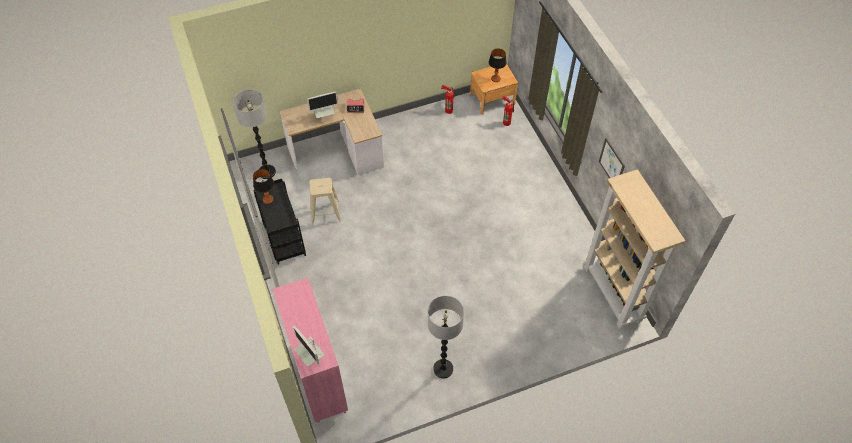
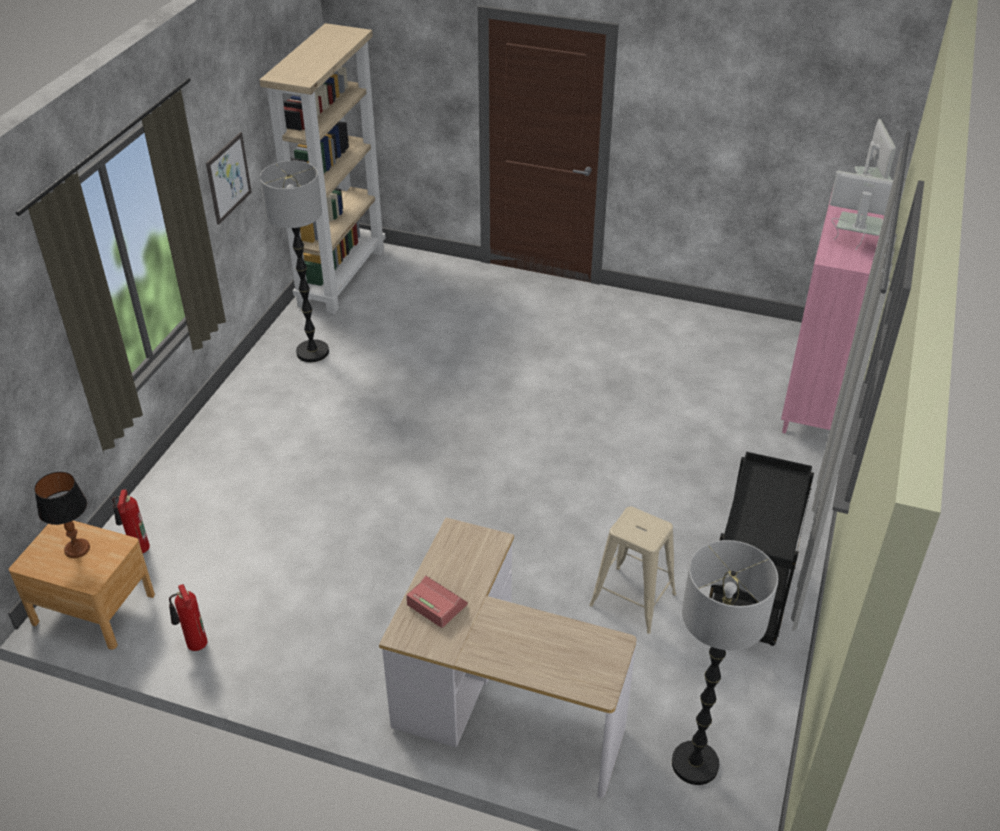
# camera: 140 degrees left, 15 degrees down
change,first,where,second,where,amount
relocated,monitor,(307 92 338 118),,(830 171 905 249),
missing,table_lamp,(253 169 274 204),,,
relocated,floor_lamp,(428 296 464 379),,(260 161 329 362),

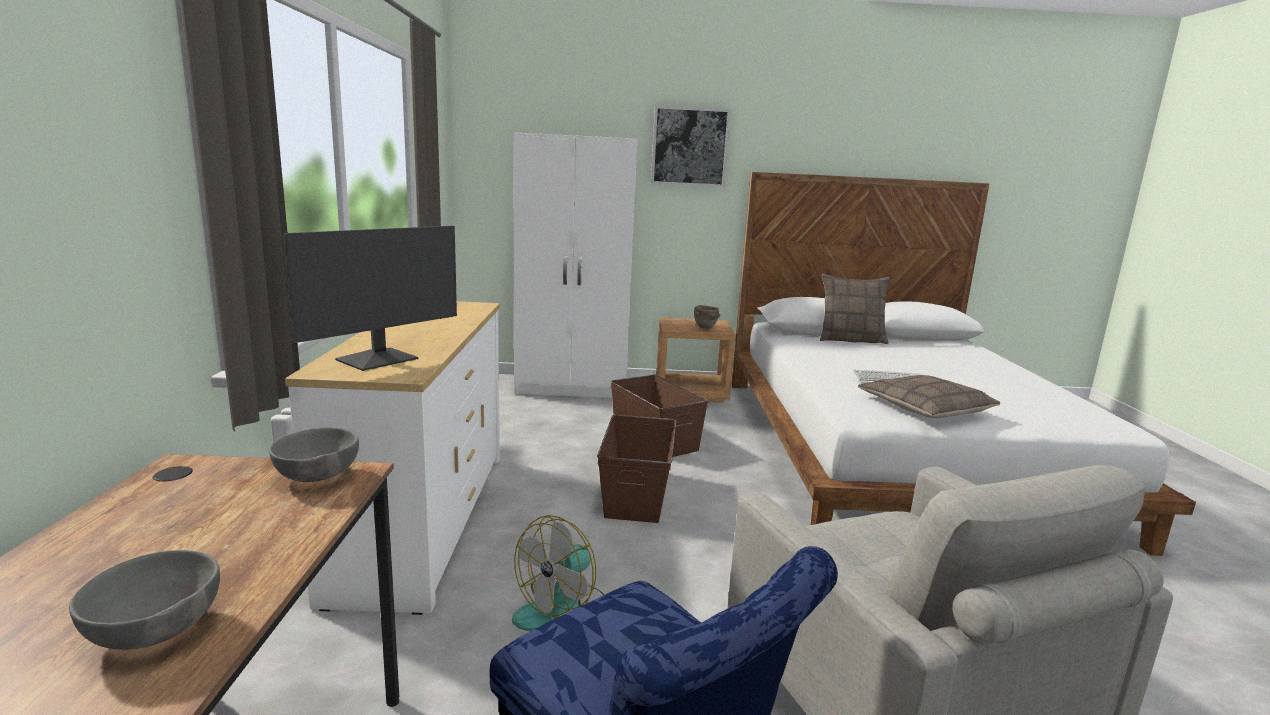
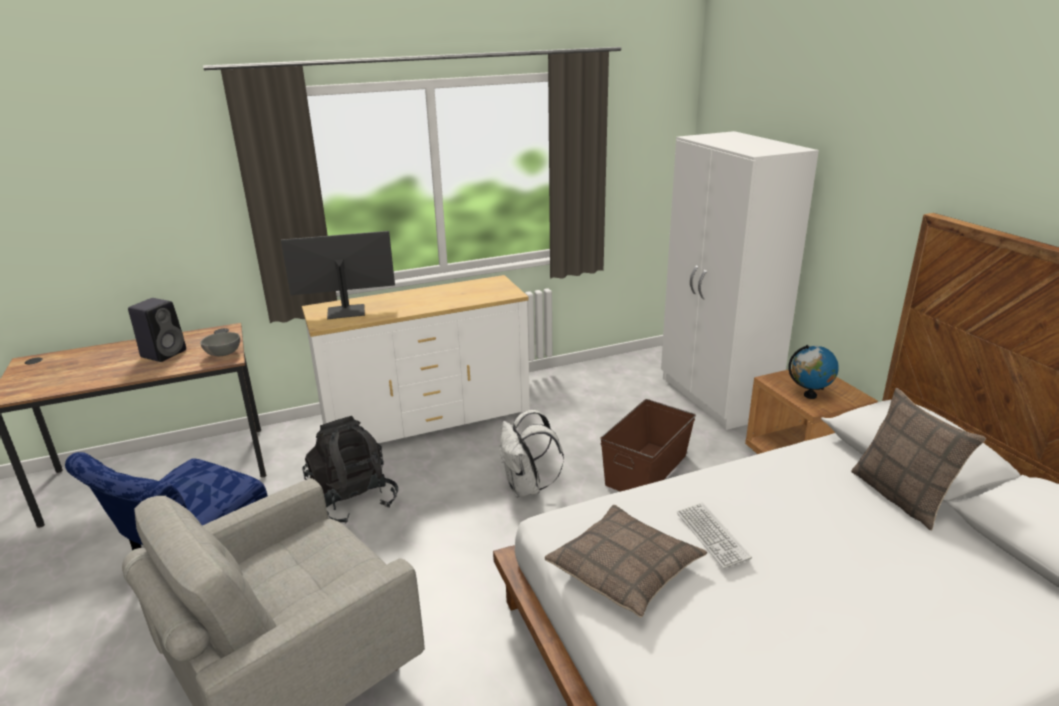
# camera: 70 degrees right, 10 degrees up
change,first,where,second,where,amount
missing,picture,(651 105 731 187),,,
spun,monitor,(283 226 457 371),,(281 231 395 319),150 degrees clockwise
exchanged,brown_bowl,(694 305 721 329),globe,(788 345 839 399),
exchanged,brown_storage_box,(597 415 676 523),white_backpack,(500 410 564 498),
exchanged,fan,(512 515 604 631),black_backpack,(302 416 398 524),
missing,grey_bowl,(69 550 220 650),,,
appeared,,,black_speaker,(128 298 186 362),

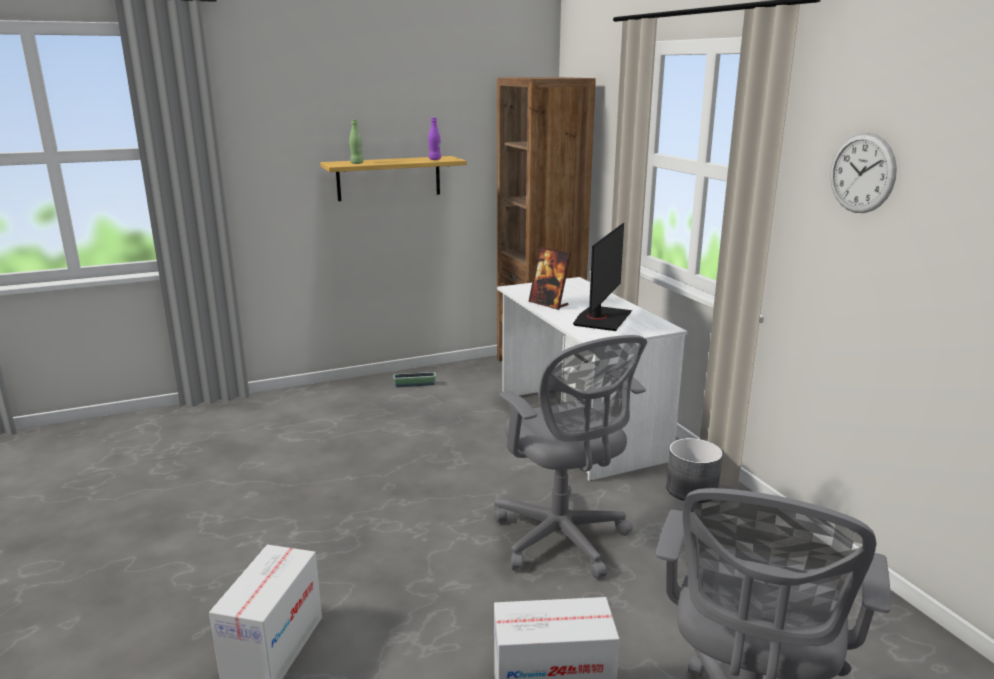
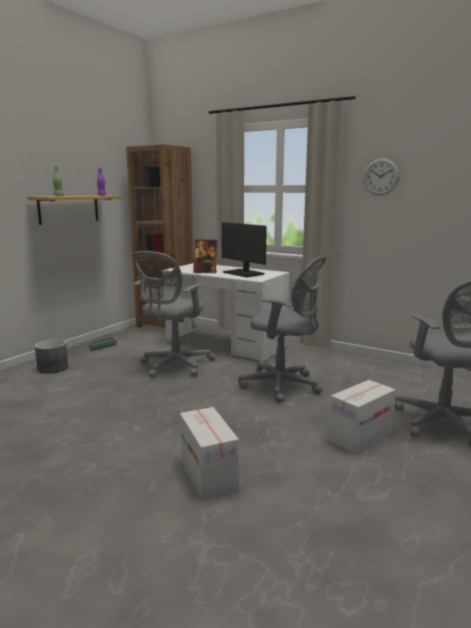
# camera: 35 degrees left, 5 degrees down
change,first,where,second,where,amount
spun,monitor,(573 223 632 331),,(222 222 267 277),150 degrees clockwise
relocated,grey_planter,(666 438 723 503),,(35 339 68 374),
appeared,,,grey_office_chair,(132 251 216 378),

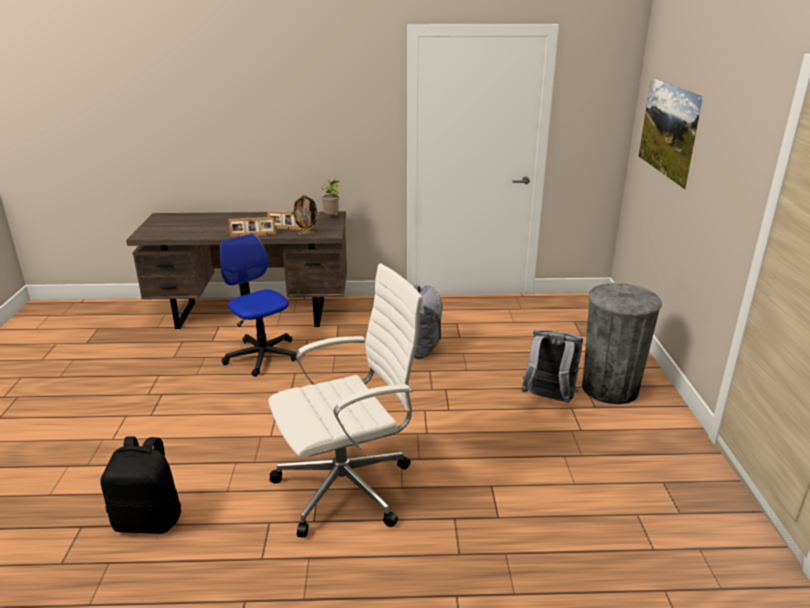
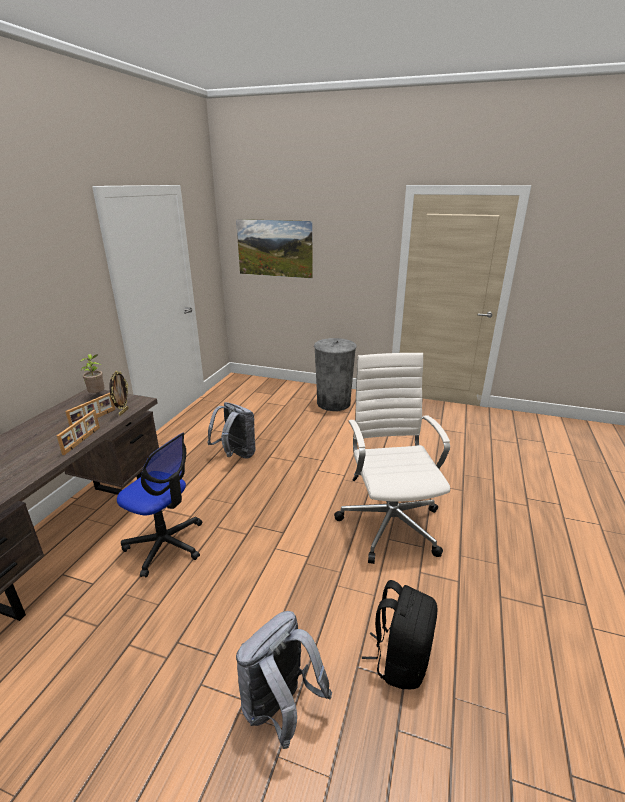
# camera: 70 degrees left, 0 degrees up
change,first,where,second,where,amount
spun,office_chair,(220 234 297 377),,(117 433 202 578),135 degrees counterclockwise
relocated,grey_backpack,(521 330 583 403),,(236 611 332 749),

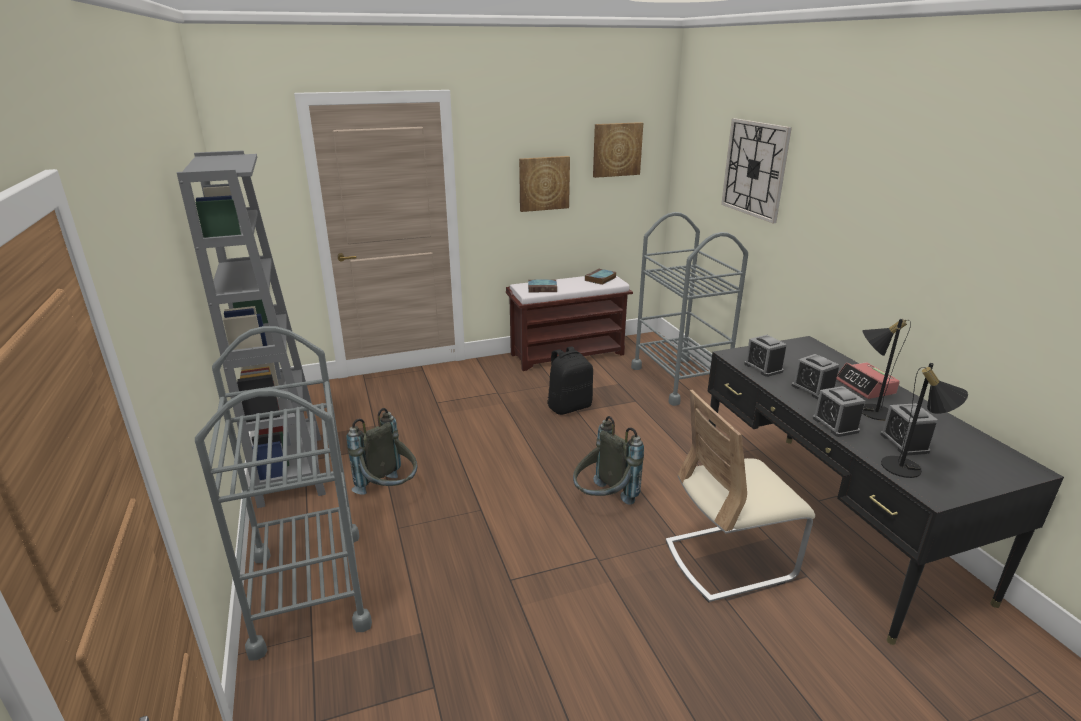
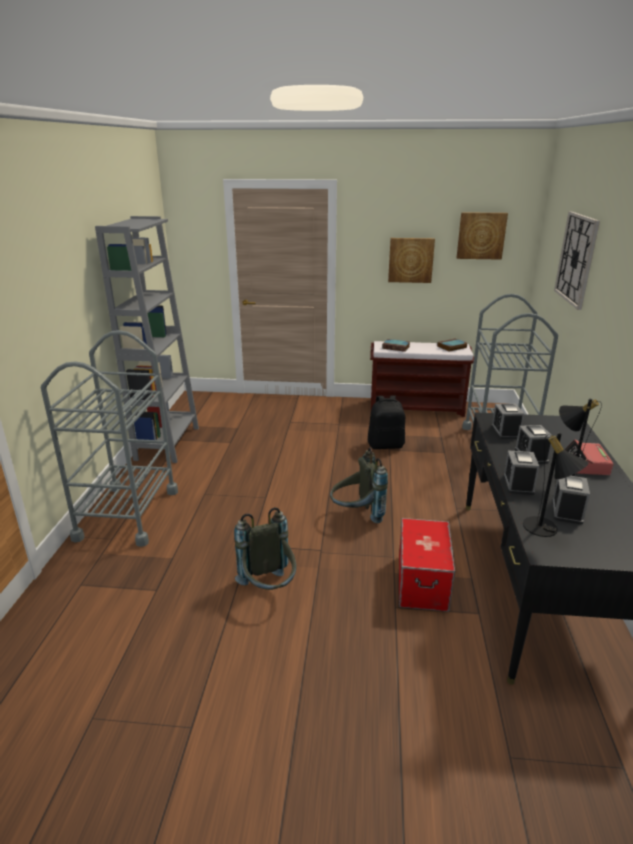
# camera: 25 degrees right, 0 degrees up
change,first,where,second,where,amount
exchanged,beige_chair,(666 390 815 602),storage_box,(399 518 455 612),
relocated,grey_backpack,(346 408 418 495),,(234 507 296 590),

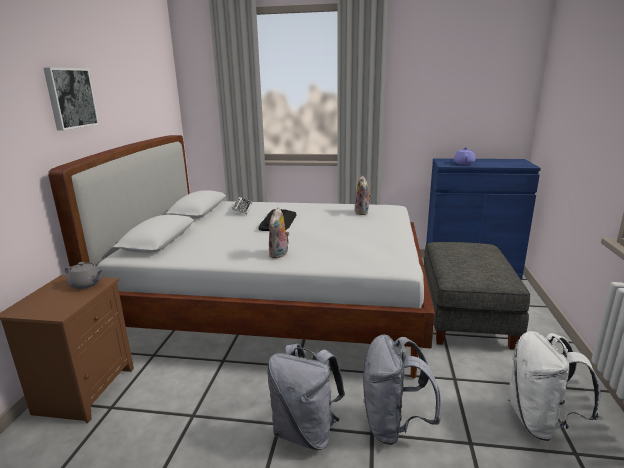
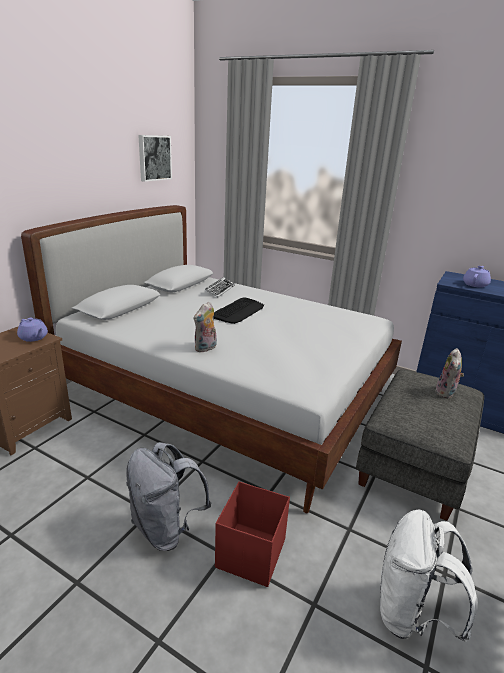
# camera: 20 degrees right, 5 degrees up
change,first,where,second,where,amount
relocated,picture,(43 67 99 131),,(138 135 172 182),
relocated,plush_toy,(355 176 372 215),,(435 348 464 398),
colour,grey_teapot,(65 262 103 289),purple_teapot,(17 318 48 342),
exchanged,grey_backpack,(363 334 441 445),red_storage_box,(215 481 290 587),

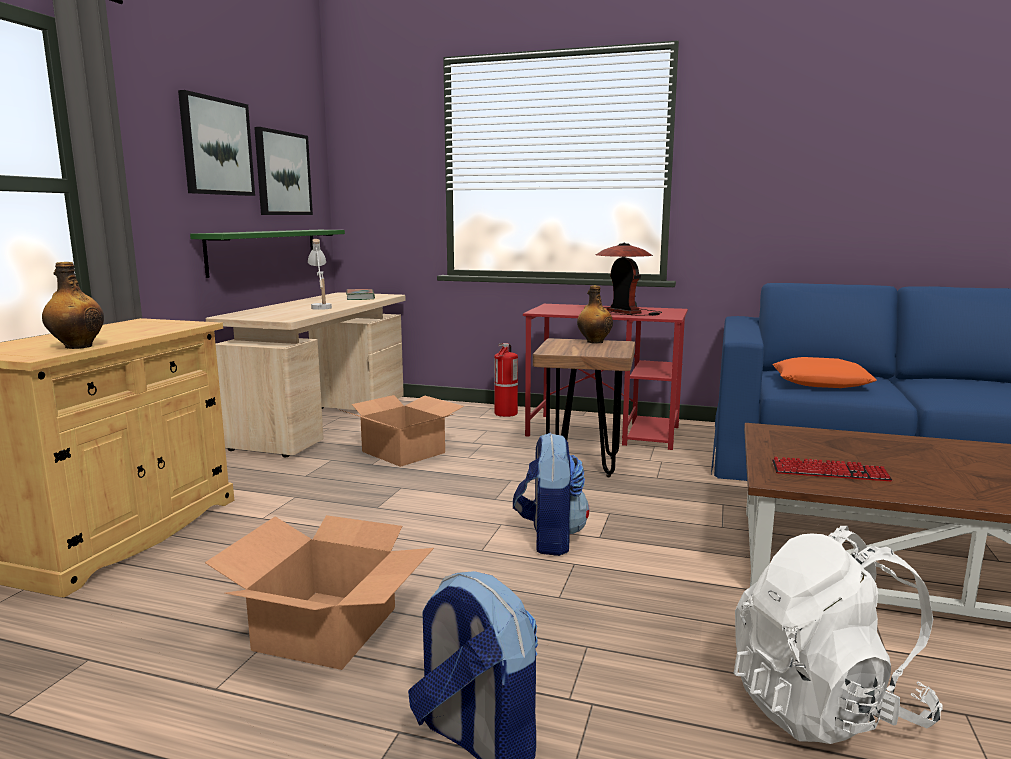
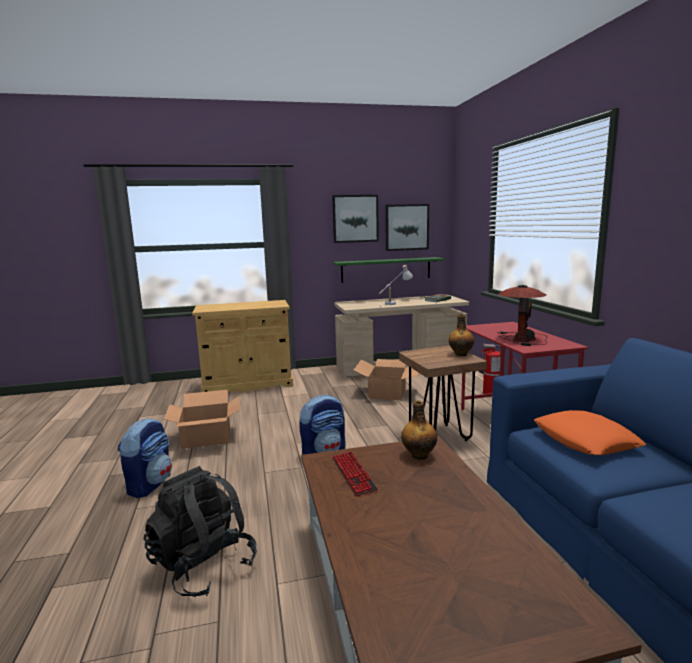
# camera: 60 degrees right, 0 degrees up
change,first,where,second,where,amount
relocated,bottle,(42 262 104 349),,(401 401 437 460),
colour,white_backpack,(734 526 943 744),black_backpack,(144 466 257 597),

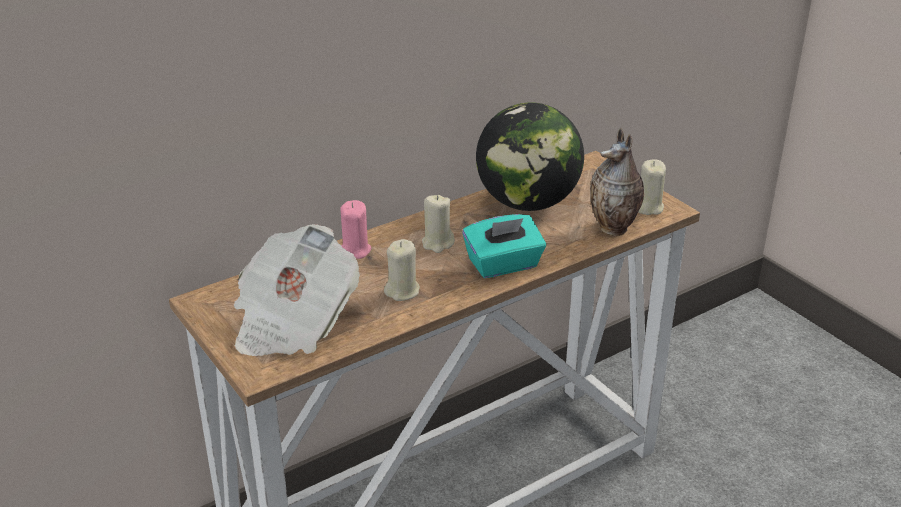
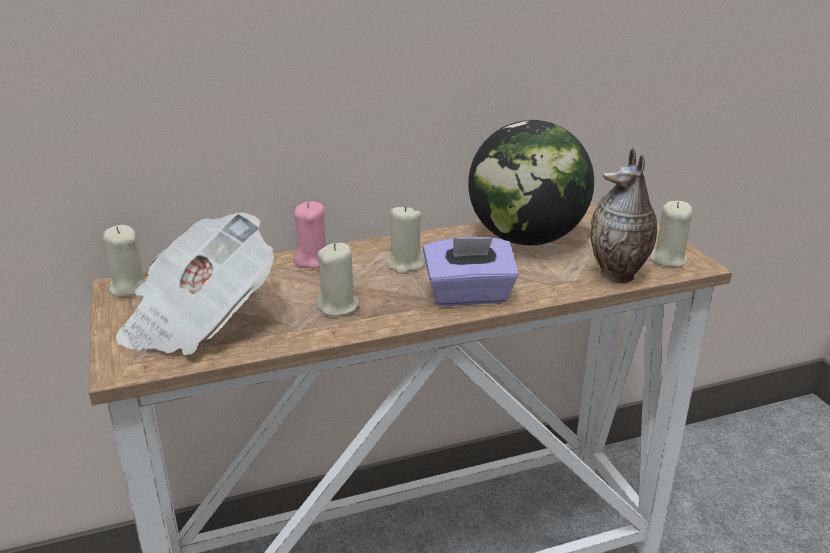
# camera: 15 degrees right, 5 degrees down
change,first,where,second,where,amount
colour,turquoise_tissue_box,(462 214 546 278),purple_tissue_box,(423 237 519 306),
appeared,,,beige_candle,(103 225 147 297),

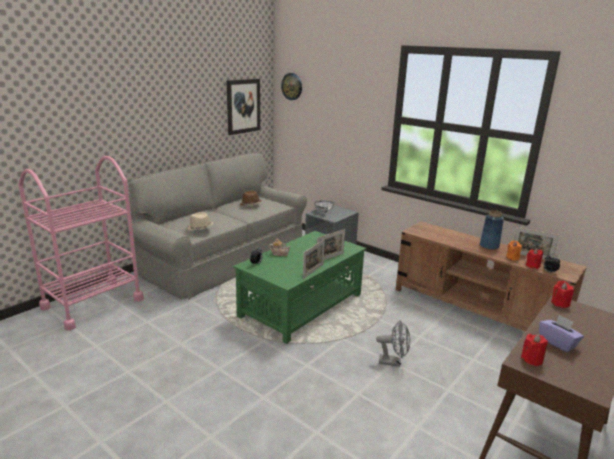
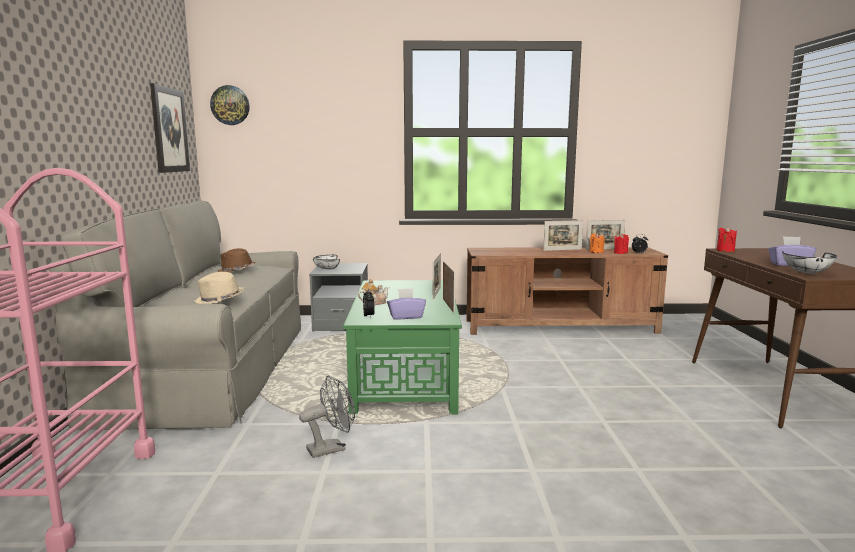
# camera: 40 degrees left, 10 degrees down
change,first,where,second,where,amount
exchanged,blue_vase,(480 210 504 250),picture_frame,(543 220 583 251),
relocated,grey_fan,(376 320 410 367),,(299 376 355 458),
exchanged,red_candle,(521 334 548 366),white_bowl,(782 252 837 274),
appeared,,,purple_tissue_box,(387 288 426 320),

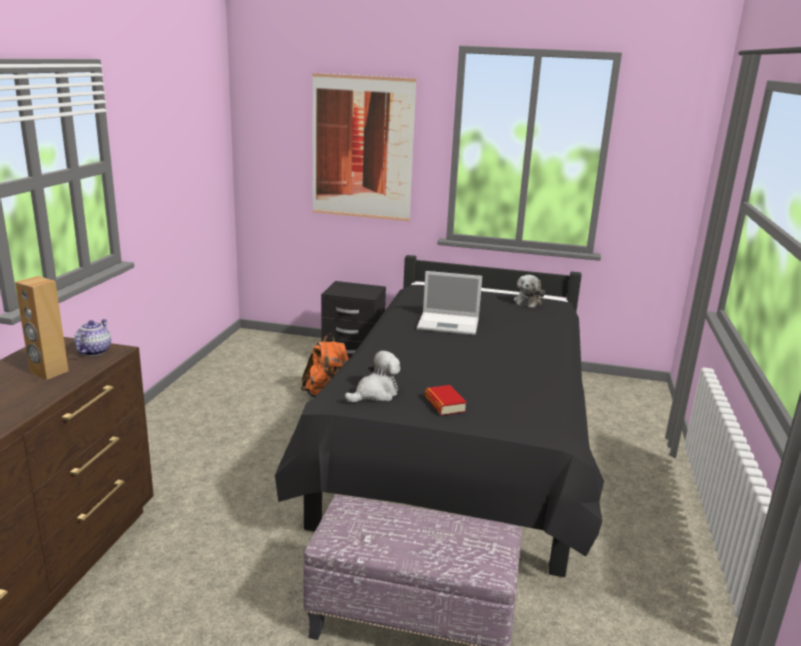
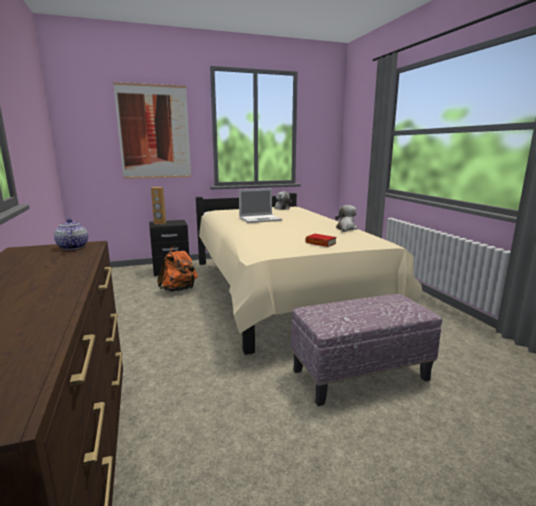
# camera: 30 degrees left, 5 degrees down
change,first,where,second,where,amount
colour,black_bed,(275 255 604 577),beige_bed,(196 193 422 355),
relocated,brown_speaker,(15 276 69 380),,(151 187 166 225),
relocated,plush_toy,(345 351 400 402),,(335 205 358 232),

